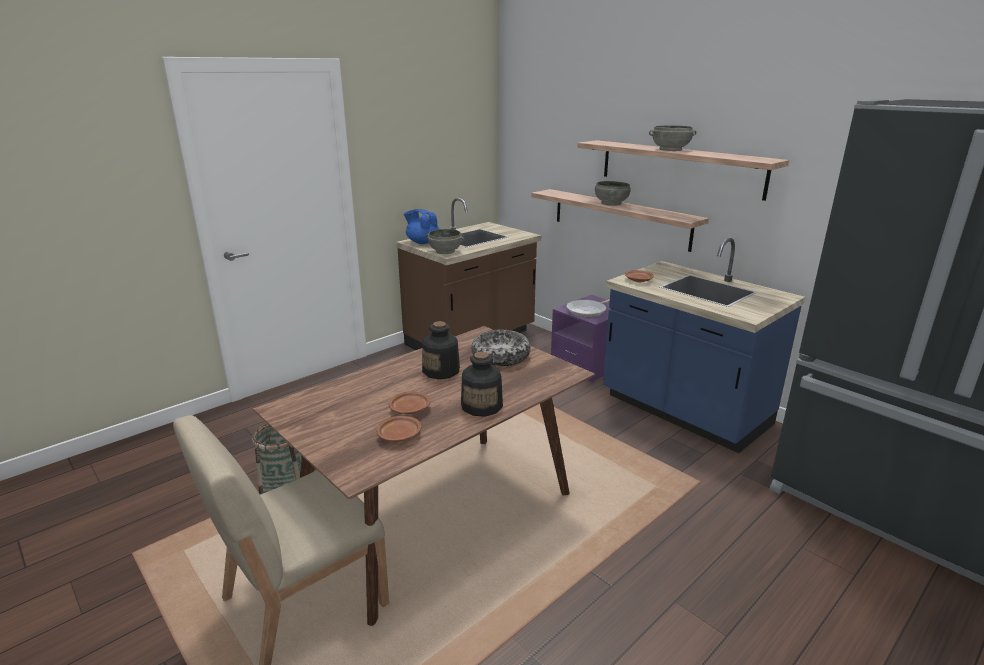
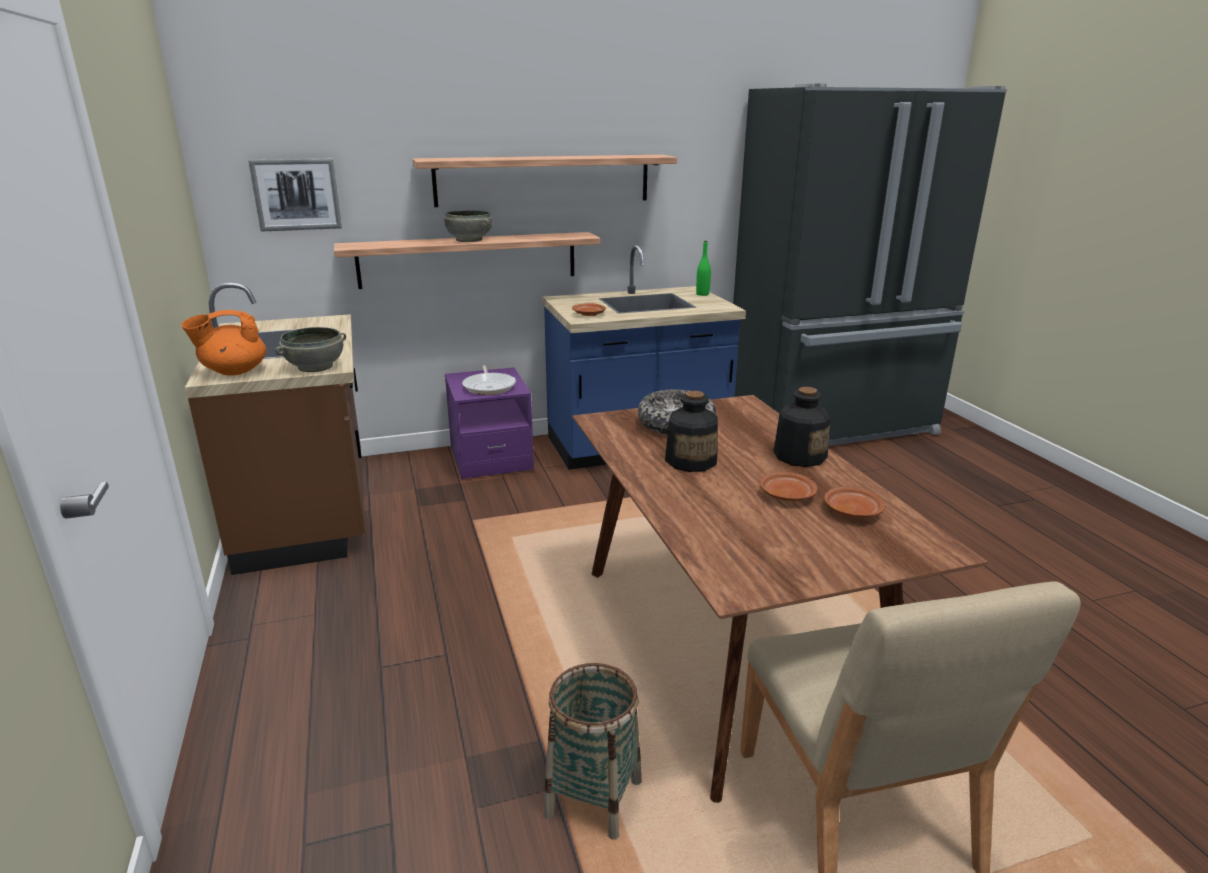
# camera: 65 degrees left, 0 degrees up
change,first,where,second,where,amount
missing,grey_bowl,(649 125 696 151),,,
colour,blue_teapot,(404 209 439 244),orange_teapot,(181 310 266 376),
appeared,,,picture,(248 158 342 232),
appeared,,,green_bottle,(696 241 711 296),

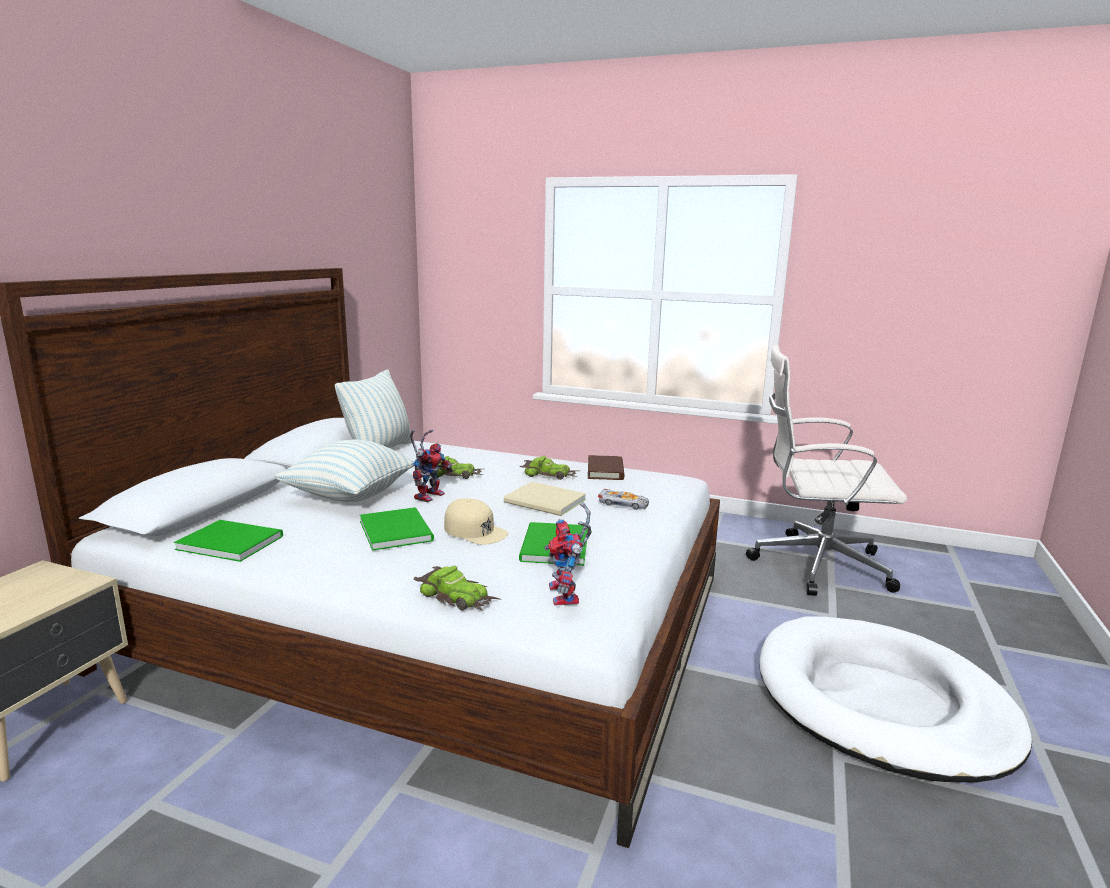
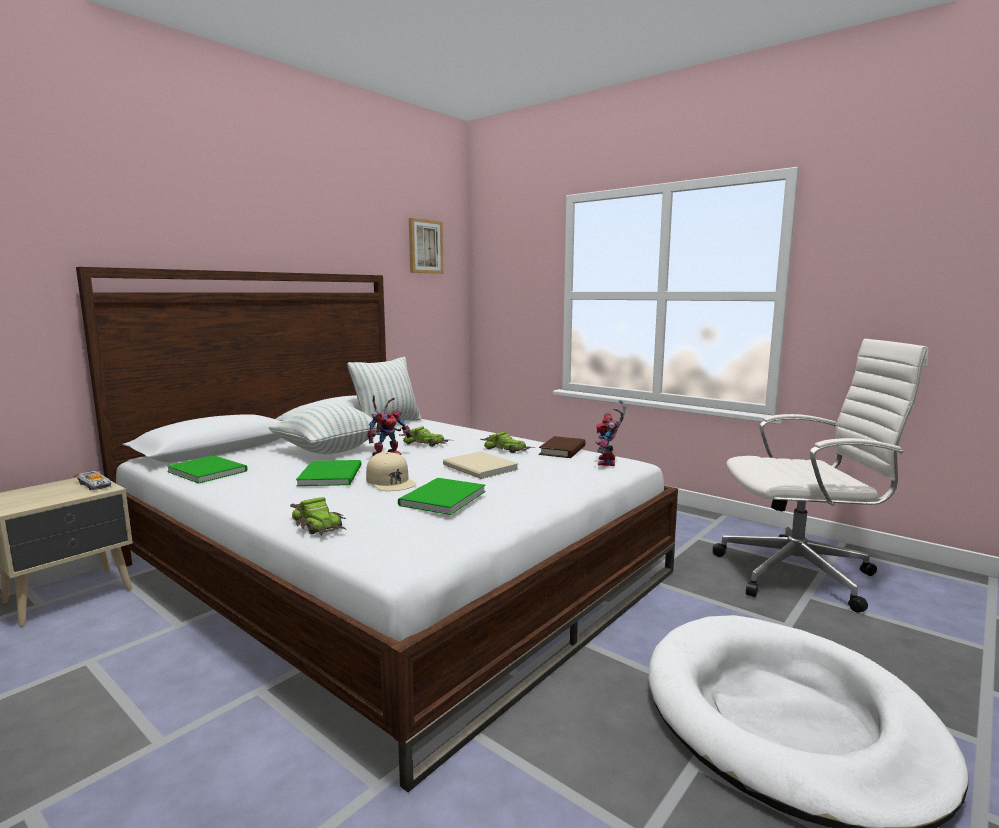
# camera: 20 degrees right, 5 degrees down
change,first,where,second,where,amount
spun,white_office_chair,(746 345 907 596),,(713 339 928 613),150 degrees clockwise
relocated,toy_car,(598 489 649 510),,(74 470 111 490),
relocated,toy_robot,(545 502 592 605),,(596 400 626 466),
appeared,,,picture,(409 218 444 274),

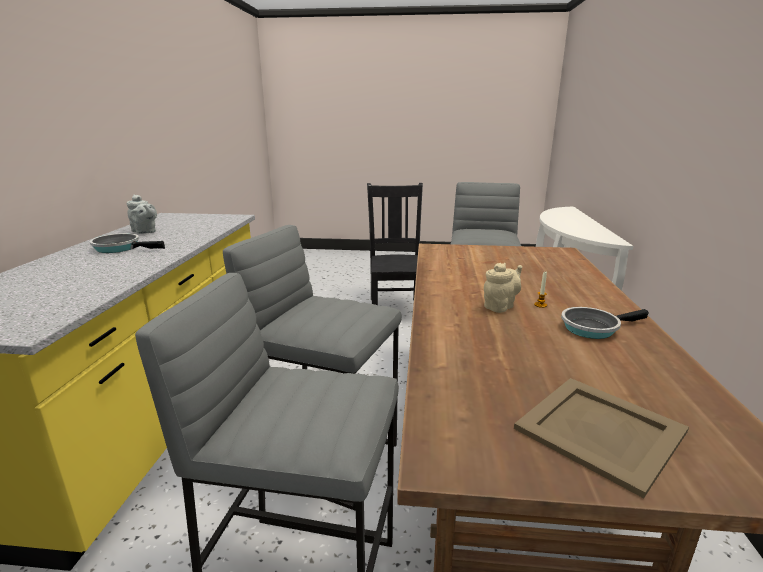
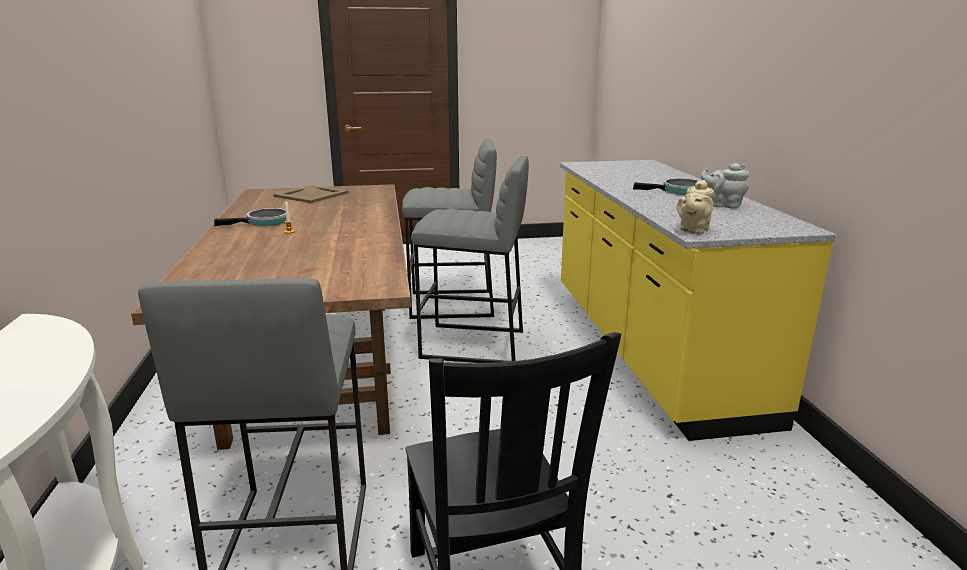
# camera: 165 degrees right, 0 degrees up
change,first,where,second,where,amount
relocated,beige_teapot,(484 263 522 313),,(676 180 714 234),

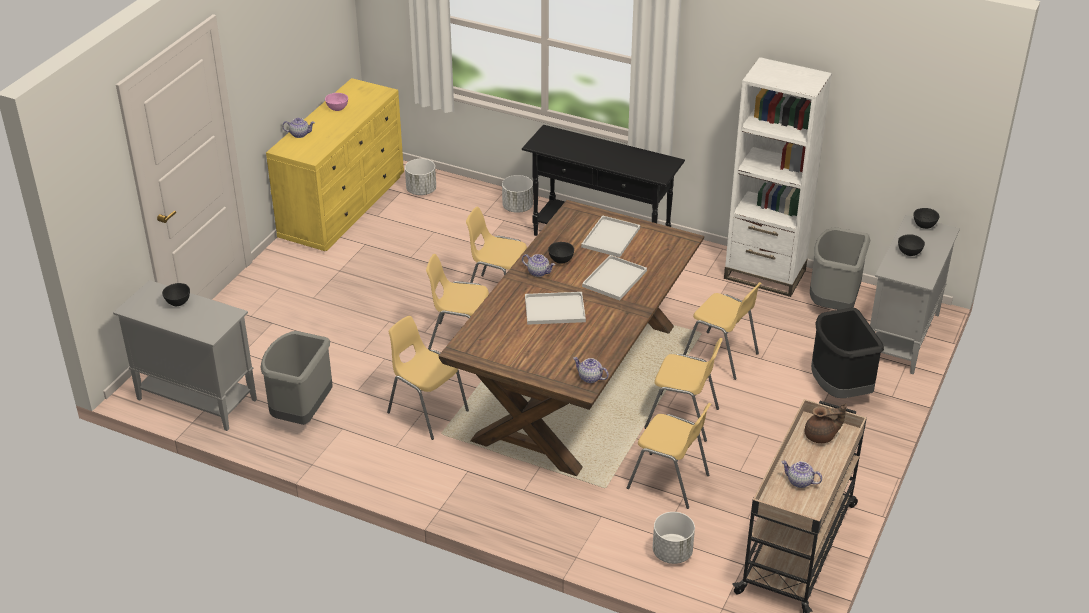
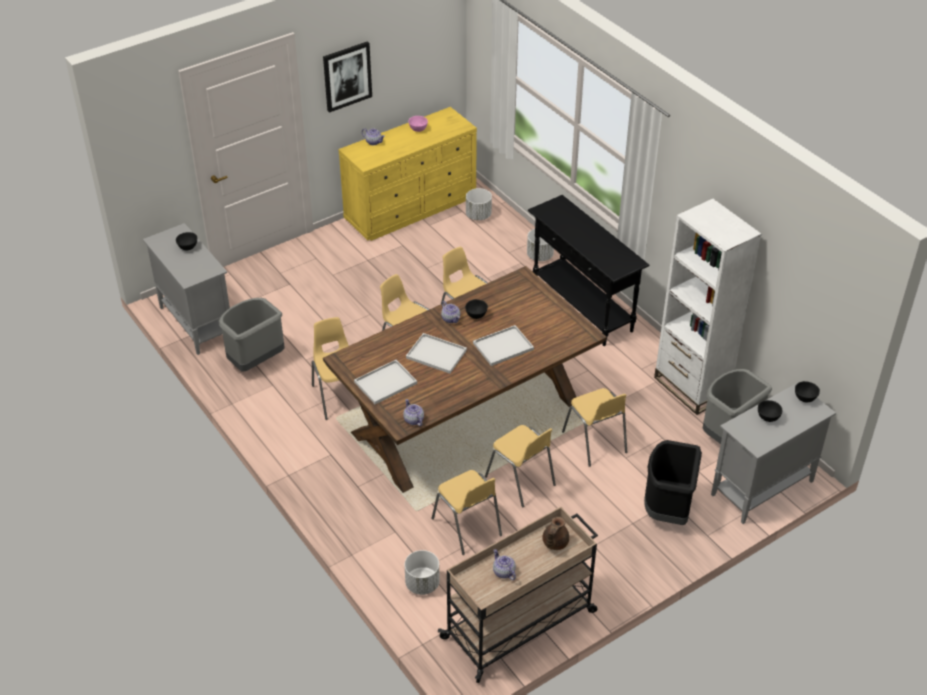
# camera: 30 degrees right, 5 degrees up
change,first,where,second,where,amount
relocated,white_tray,(581 215 640 257),,(354 360 417 404),
spun,brown_teapot,(805 404 847 443),,(542 517 569 550),90 degrees clockwise
appeared,,,picture,(323 41 372 113),

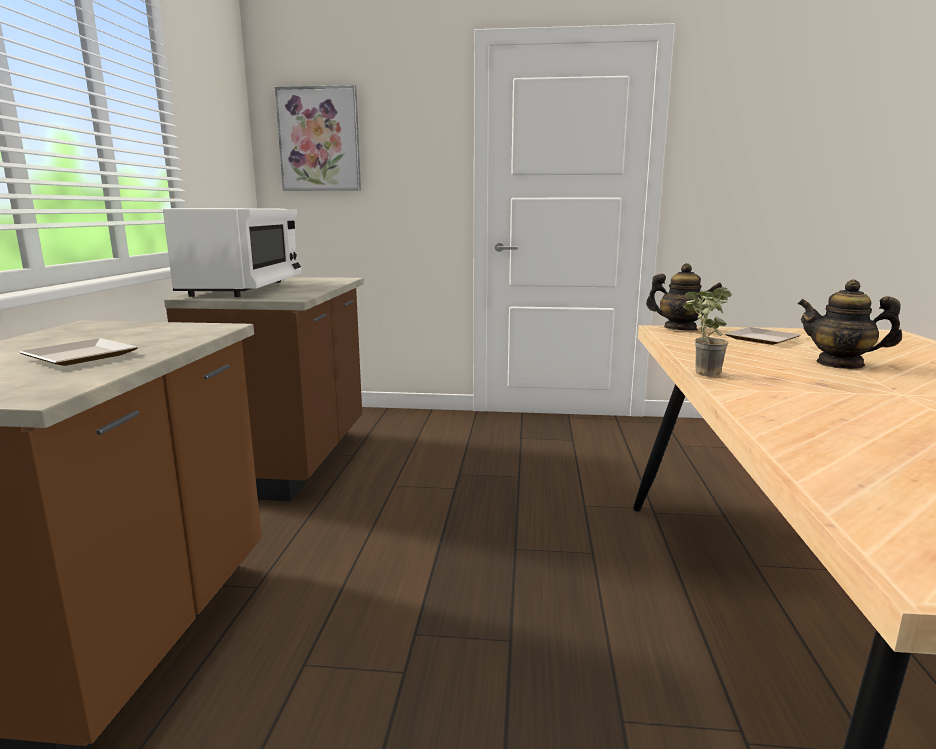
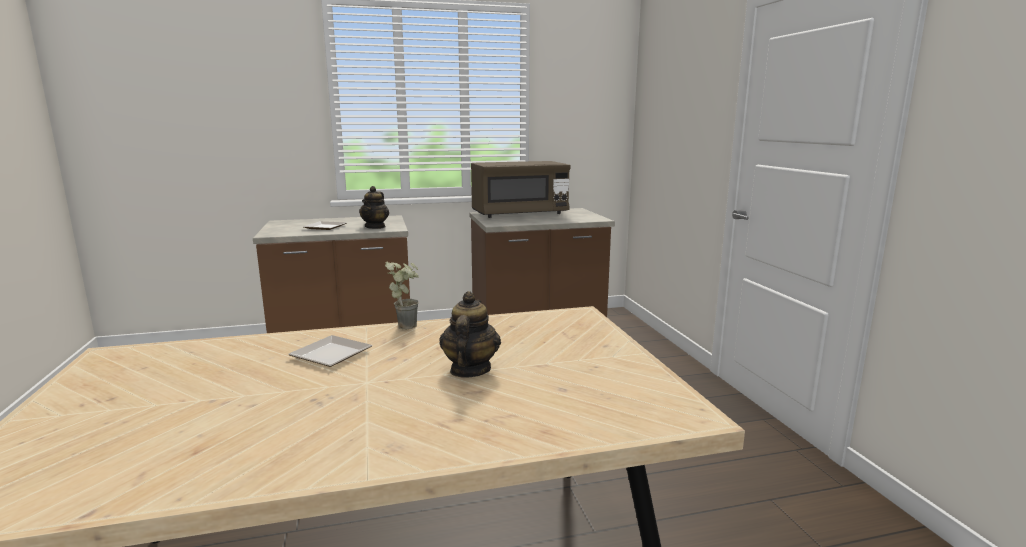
# camera: 70 degrees right, 0 degrees up
change,first,where,second,where,amount
missing,picture,(275 85 361 191),,,
colour,white_microwave,(163 208 301 297),brown_microwave,(471 161 571 218),
relocated,teapot,(646 263 723 331),,(359 186 389 229),
relocated,plate,(725 327 800 345),,(288 335 373 367),

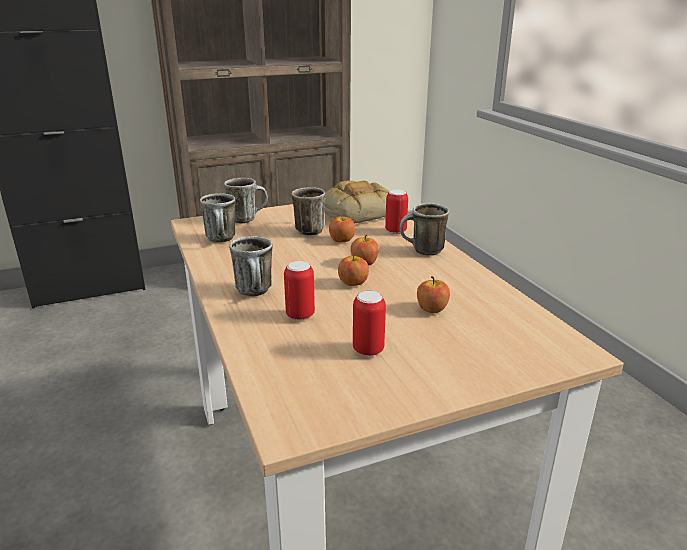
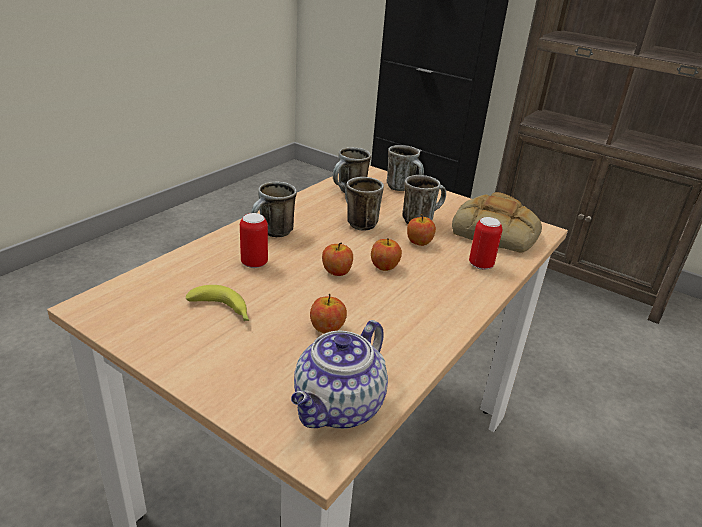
# camera: 55 degrees right, 5 degrees up
change,first,where,second,where,amount
relocated,mug,(400 203 449 256),,(345 177 384 231),
exchanged,can,(353 291 386 356),banana,(186 285 249 321),
appeared,,,teapot,(291 320 388 429),

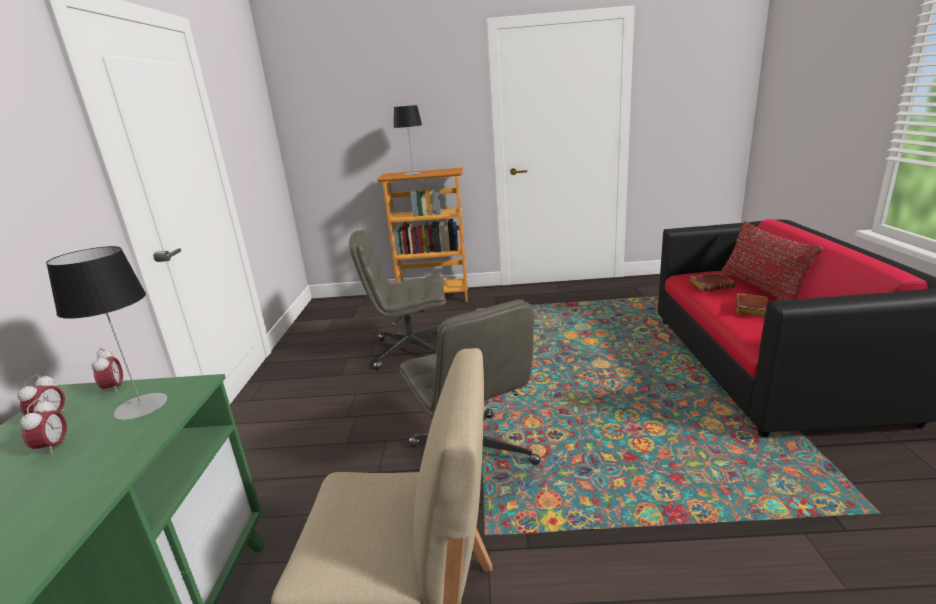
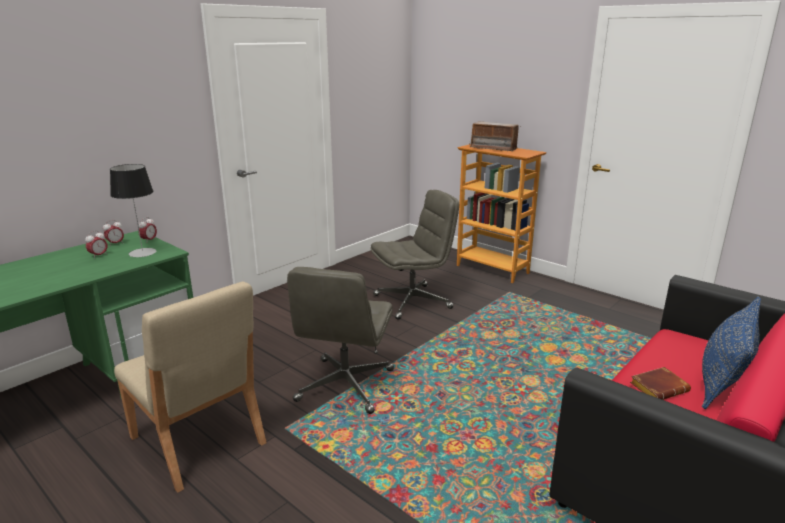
# camera: 40 degrees right, 0 degrees up
change,first,where,second,where,amount
exchanged,table_lamp,(394 105 423 175),radio,(469 121 519 152),
colour,red_pillow,(721 221 823 300),blue_pillow,(702 297 761 409),
spun,grey_office_chair,(349 230 446 370),,(371 190 459 320),120 degrees clockwise
missing,brown_book,(690 273 736 292),,,

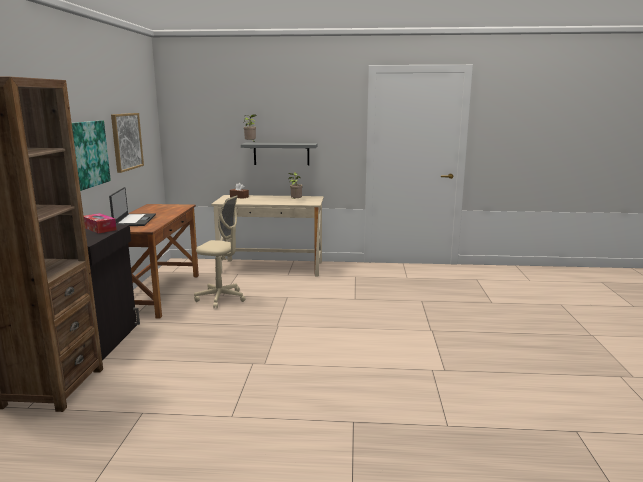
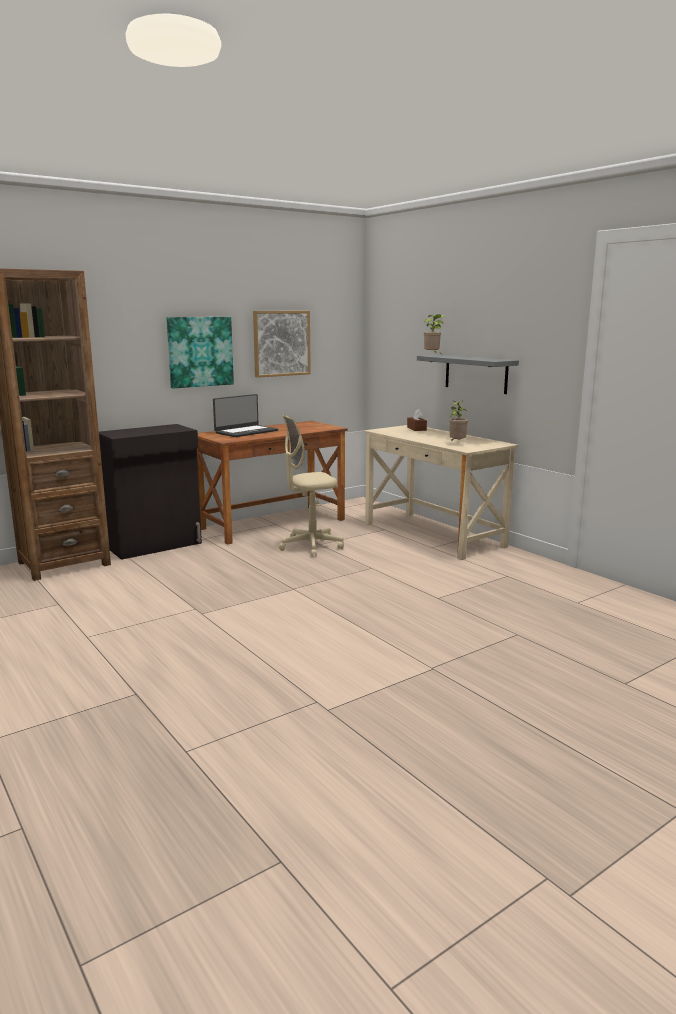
# camera: 50 degrees right, 0 degrees up
change,first,where,second,where,amount
spun,beige_office_chair,(194 195 246 308),,(279 414 344 557),90 degrees clockwise
missing,tissue_box,(84 213 117 234),,,

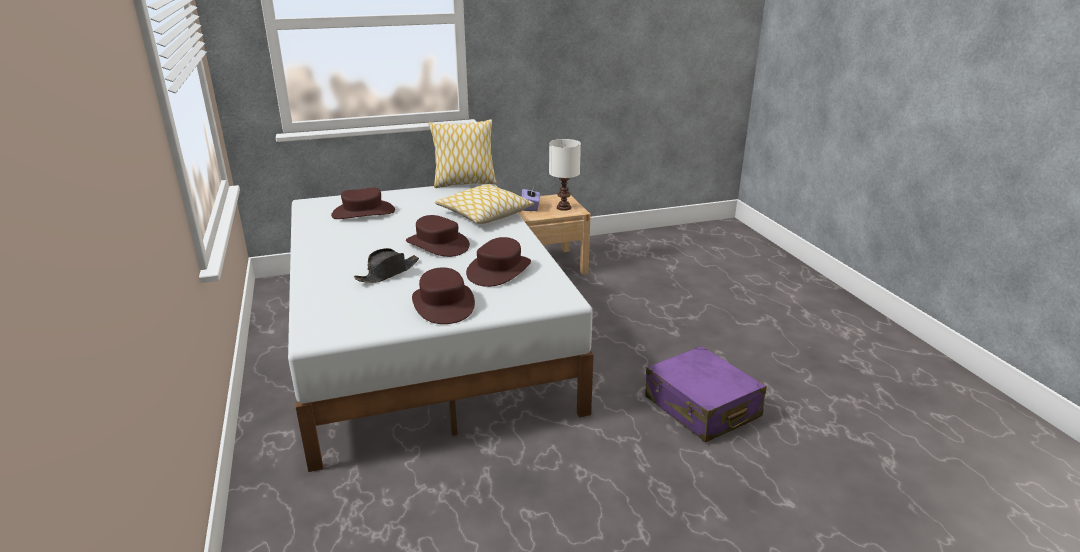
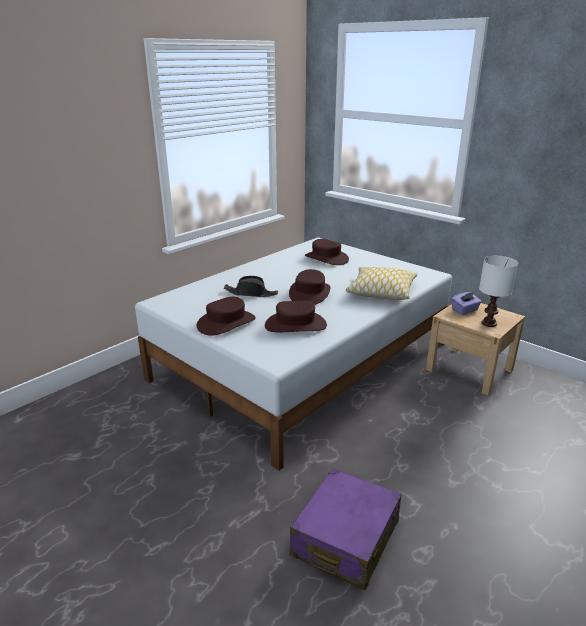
# camera: 60 degrees right, 0 degrees up
change,first,where,second,where,amount
missing,pillow,(428 119 497 188),,,

